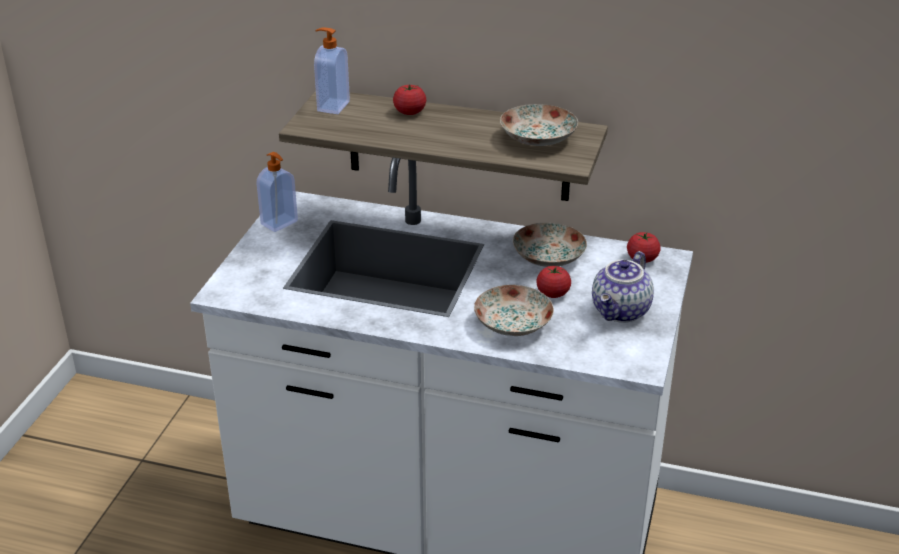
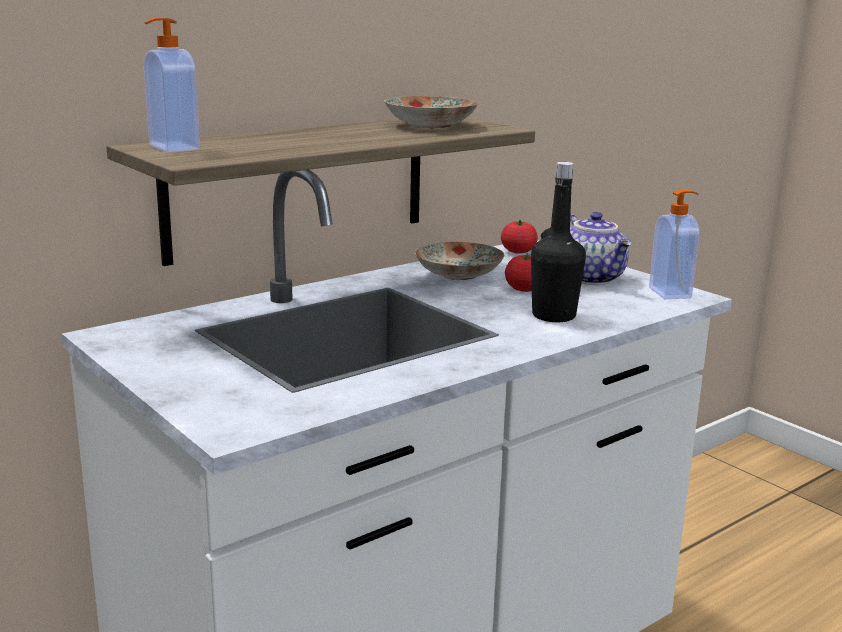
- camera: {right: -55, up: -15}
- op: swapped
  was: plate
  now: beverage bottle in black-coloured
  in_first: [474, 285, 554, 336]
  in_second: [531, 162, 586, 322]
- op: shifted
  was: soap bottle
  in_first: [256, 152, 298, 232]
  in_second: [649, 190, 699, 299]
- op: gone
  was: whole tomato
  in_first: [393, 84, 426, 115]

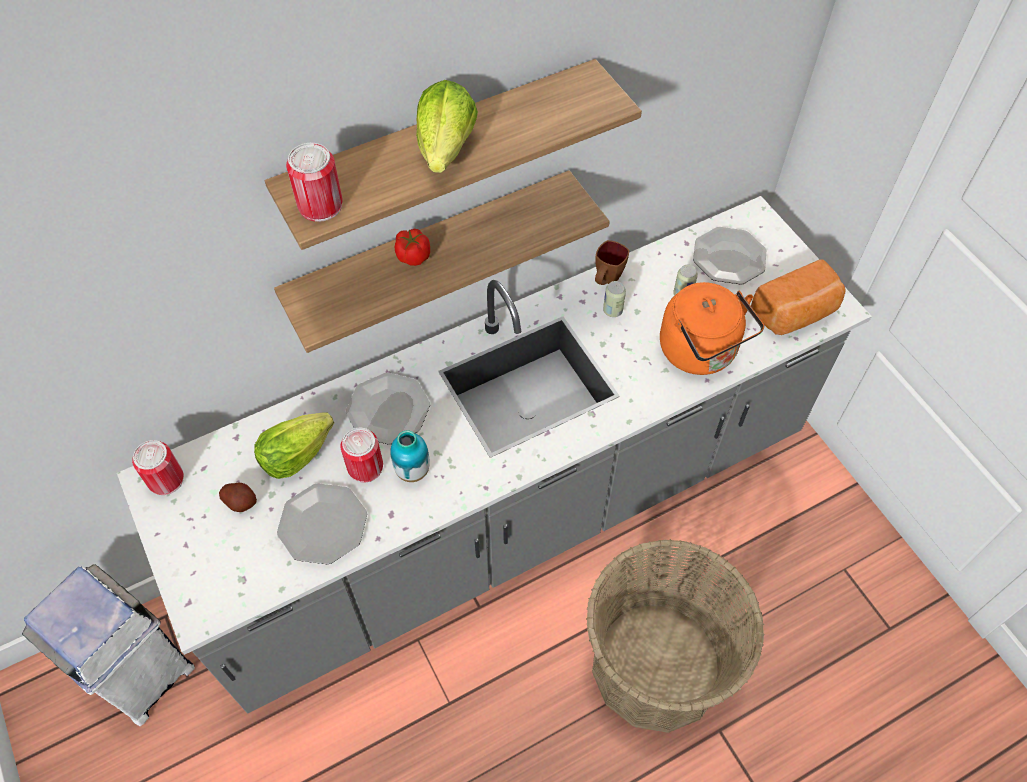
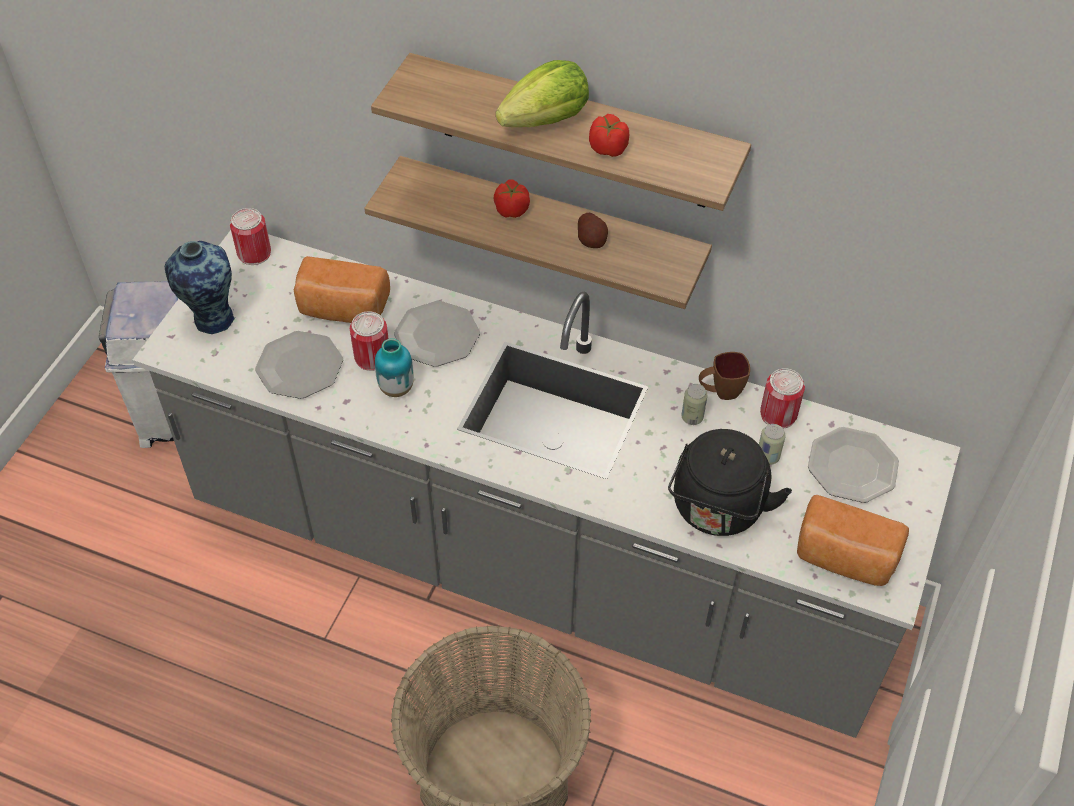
- camera: {right: 50, up: -5}
- op: new
  now: flower vase
  in_second: [165, 241, 235, 334]
- op: swapped
  was: lettuce head
  now: bread
  in_first: [254, 412, 334, 479]
  in_second: [294, 256, 390, 323]
- op: shifted
  was: spud
  in_first: [219, 483, 257, 512]
  in_second: [578, 213, 608, 248]
- op: new
  now: whole tomato
  in_second: [589, 114, 629, 157]
- op: repainted
  was: kettle in orangey
  now: kettle in black-coloured
  in_first: [660, 282, 764, 375]
  in_second: [668, 429, 792, 536]
- op: shifted
  was: metal can
  in_first: [286, 143, 343, 222]
  in_second: [760, 368, 805, 429]

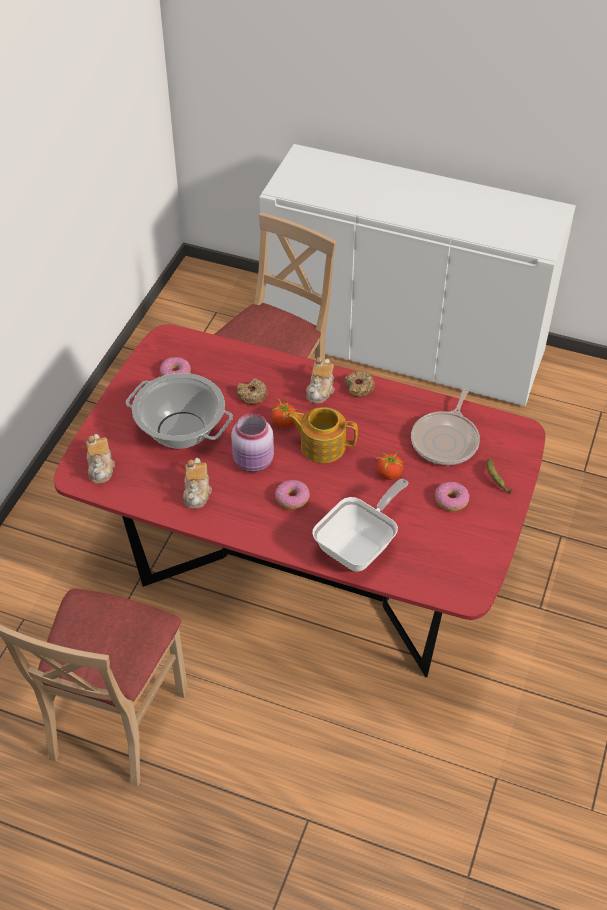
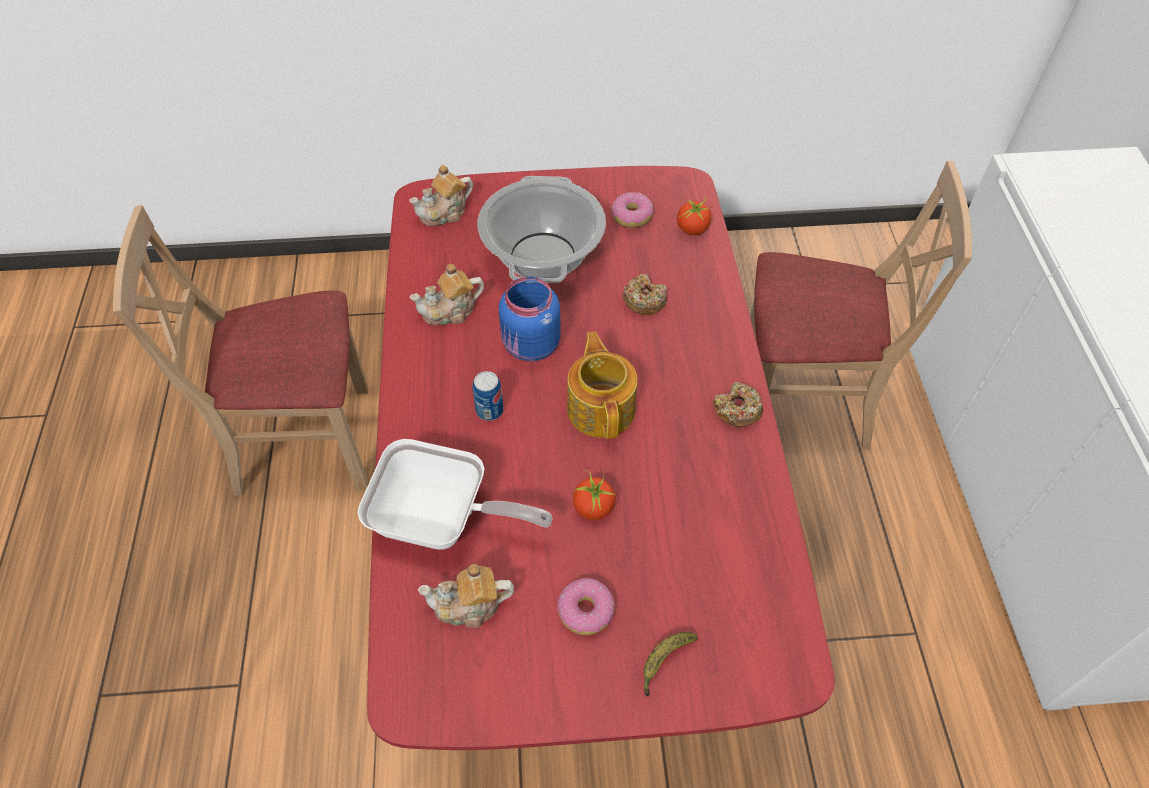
- camera: {right: 65, up: 5}
- op: shifted
  was: tea pot
  in_first: [306, 357, 335, 404]
  in_second: [417, 564, 514, 628]
- op: swapped
  was: ring doughnut
  now: metal can
  in_first: [275, 480, 310, 509]
  in_second: [473, 371, 503, 421]
- op: repainted
  was: preserve jar in pink
  now: preserve jar in blue
  in_first: [231, 414, 274, 473]
  in_second: [499, 276, 561, 362]
- op: shifted
  was: whole tomato
  in_first: [271, 399, 296, 428]
  in_second: [677, 195, 715, 236]
- op: gone
  was: pan
  in_first: [411, 388, 480, 465]

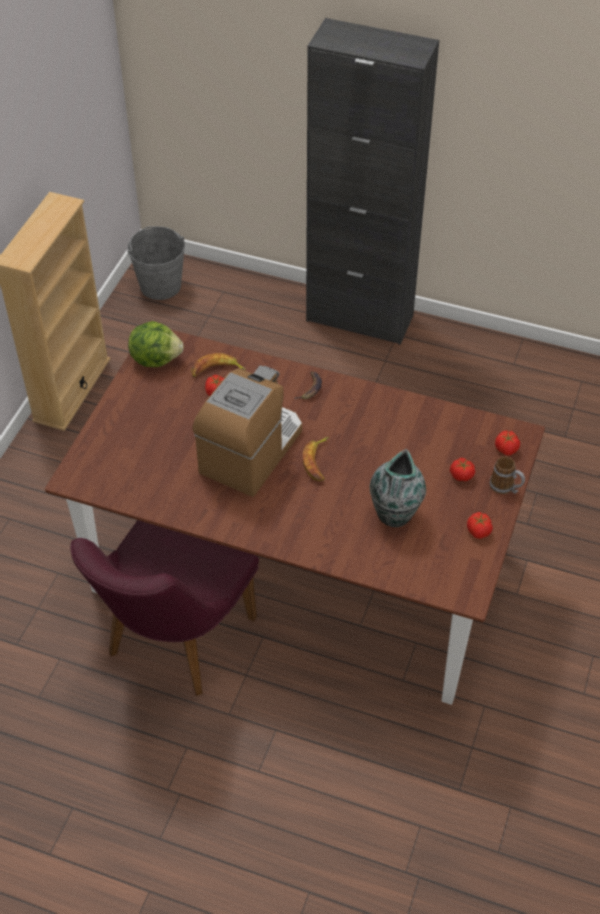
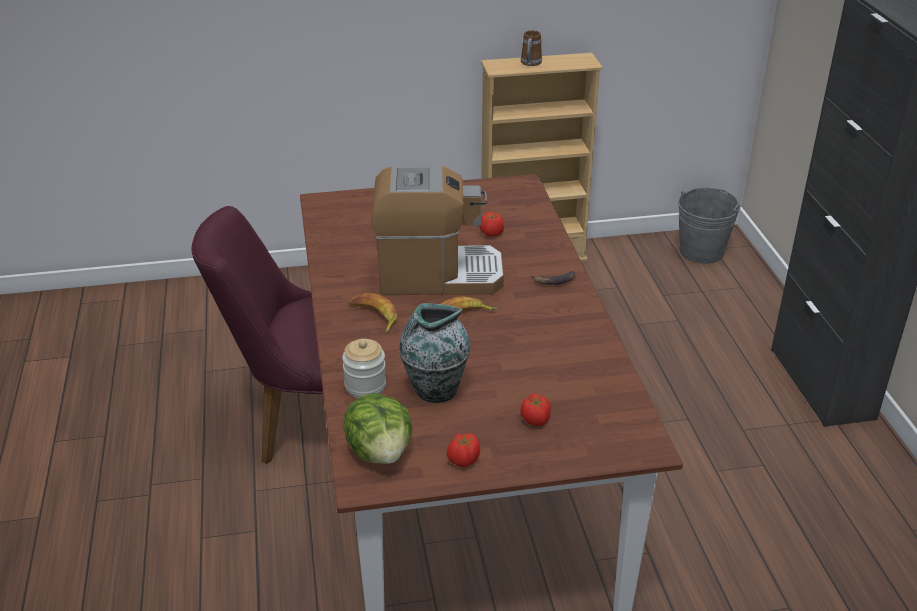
- camera: {right: 60, up: -15}
- op: new
  now: preserve jar
  in_second: [342, 339, 386, 398]
- op: shifted
  was: lettuce head
  in_first: [128, 321, 184, 367]
  in_second: [343, 393, 412, 464]
- op: shifted
  was: banana
  in_first: [191, 353, 246, 377]
  in_second: [349, 293, 397, 333]
- op: shifted
  was: mug
  in_first: [489, 456, 525, 494]
  in_second: [521, 30, 542, 66]
- op: gone
  was: whole tomato
  in_first: [495, 431, 520, 456]

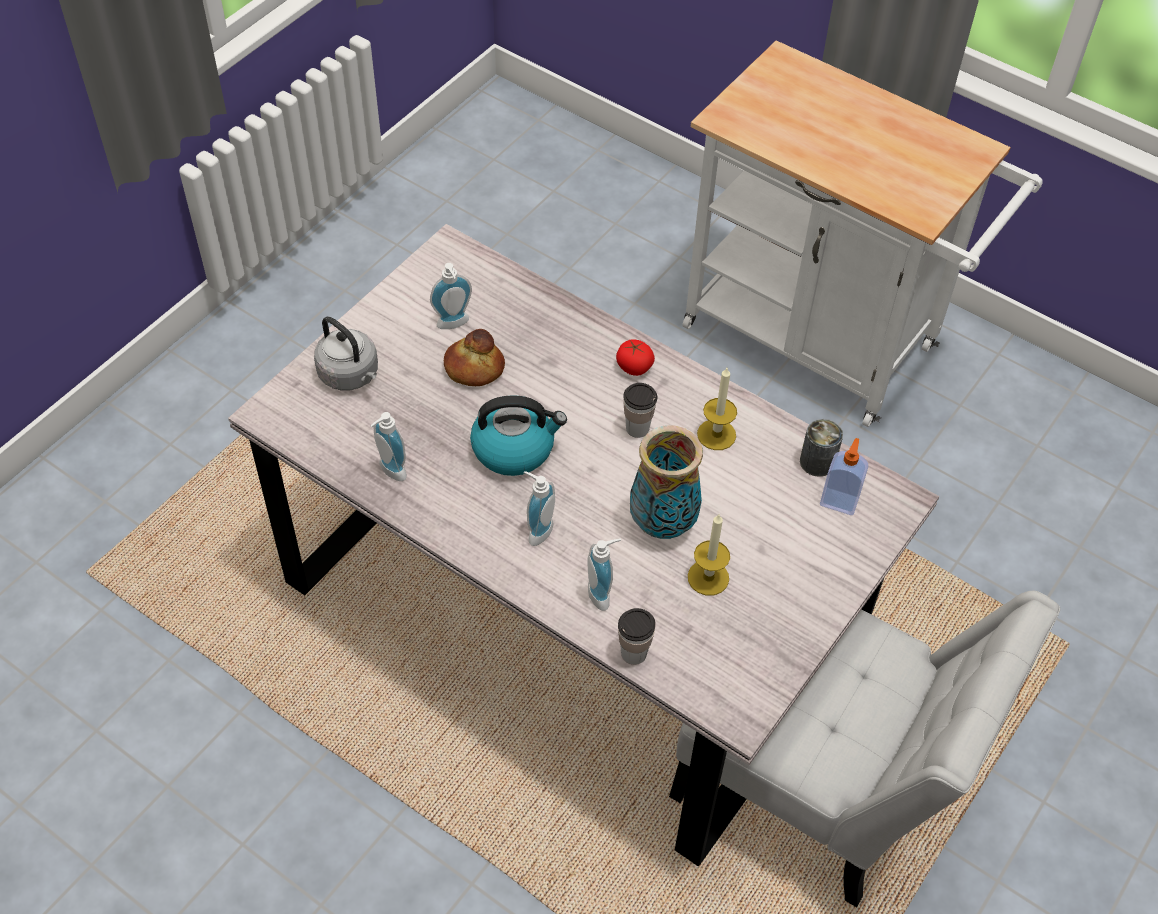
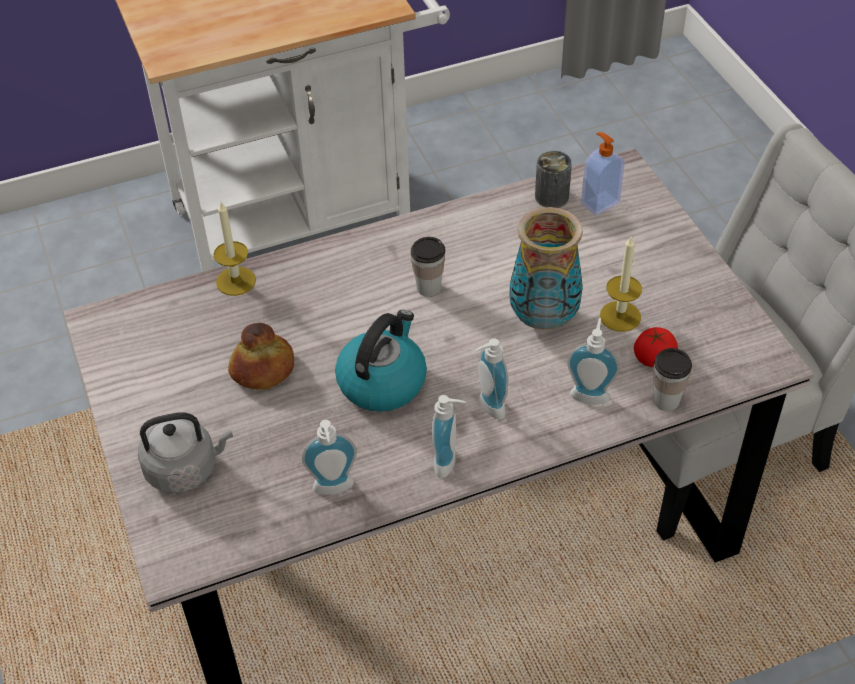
- camera: {right: -55, up: -5}
- op: shifted
  was: wax light
  in_first: [697, 368, 737, 450]
  in_second: [213, 202, 256, 296]
- op: shifted
  was: soap bottle
  in_first: [430, 263, 472, 329]
  in_second: [432, 395, 466, 478]
- op: shifted
  was: whole tomato
  in_first: [616, 339, 655, 376]
  in_second: [634, 327, 678, 367]

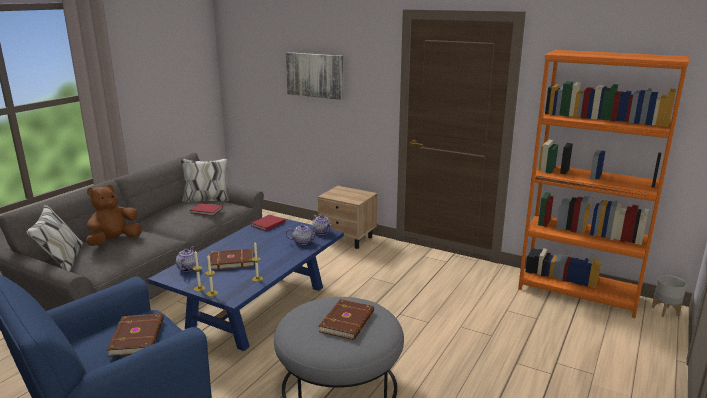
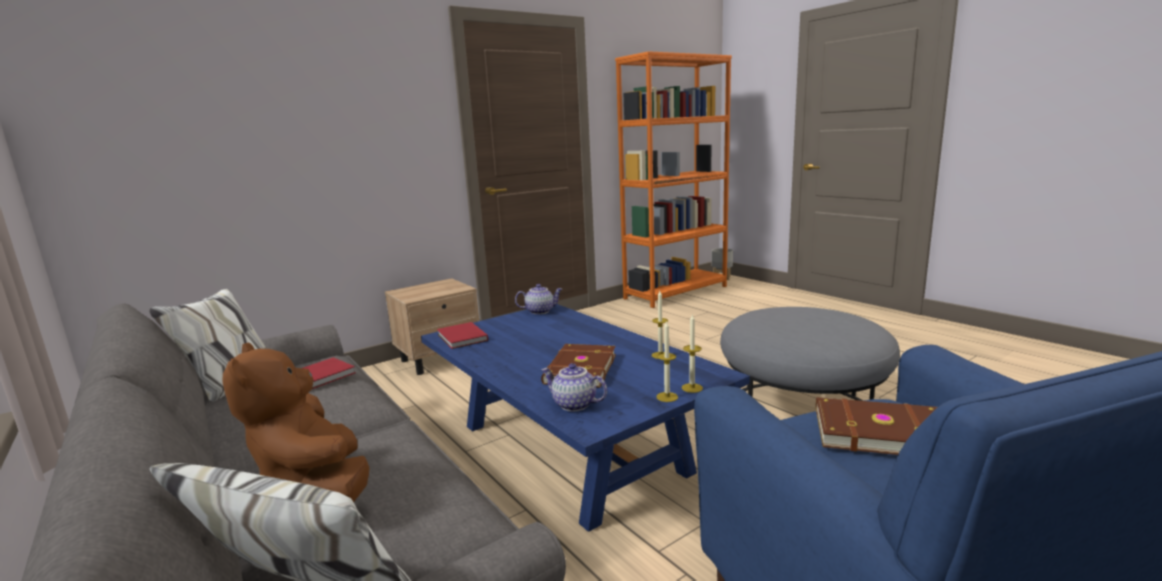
- camera: {right: -65, up: -5}
- op: gone
  was: wall art
  in_first: [286, 52, 343, 100]
- op: gone
  was: tea pot
  in_first: [286, 224, 318, 245]
- op: gone
  was: book in brownish
  in_first: [319, 299, 374, 340]

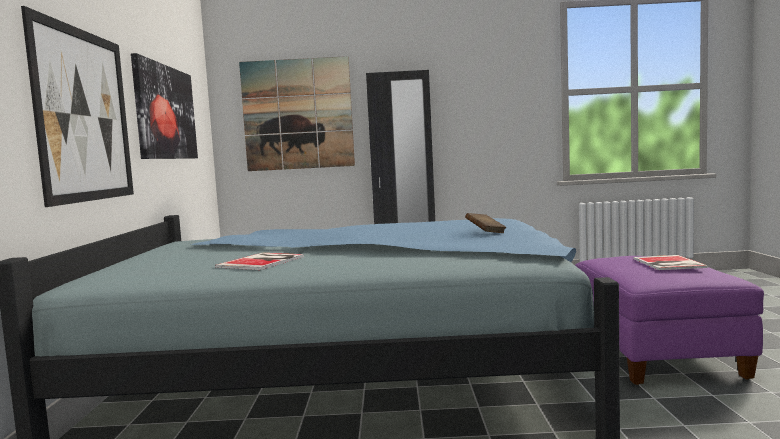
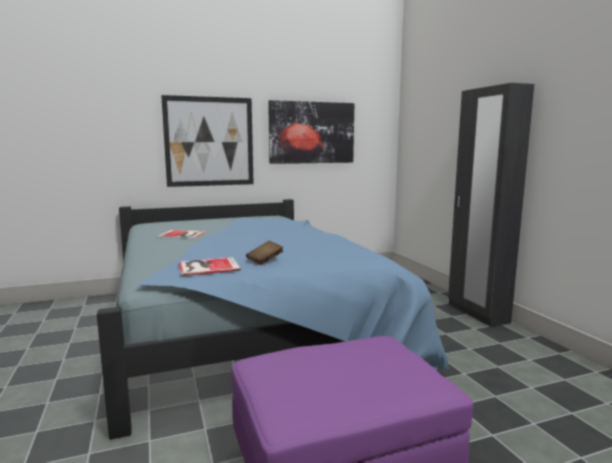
- camera: {right: 70, up: 5}
- op: shifted
  was: book
  in_first: [634, 255, 708, 270]
  in_second: [179, 257, 241, 276]
- op: gone
  was: wall art
  in_first: [239, 56, 355, 171]

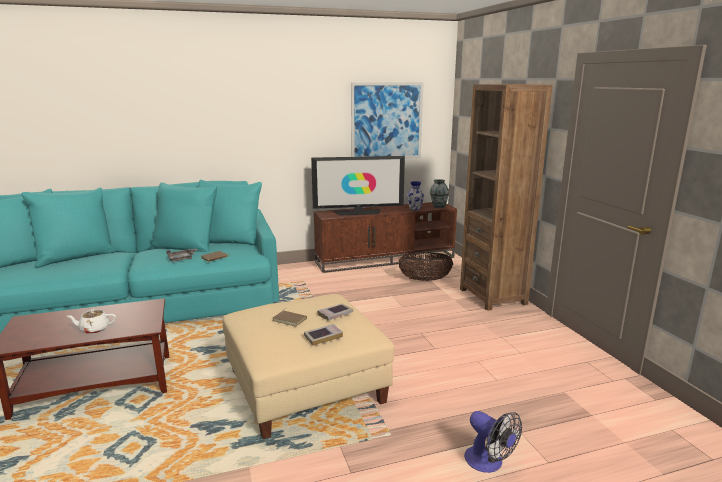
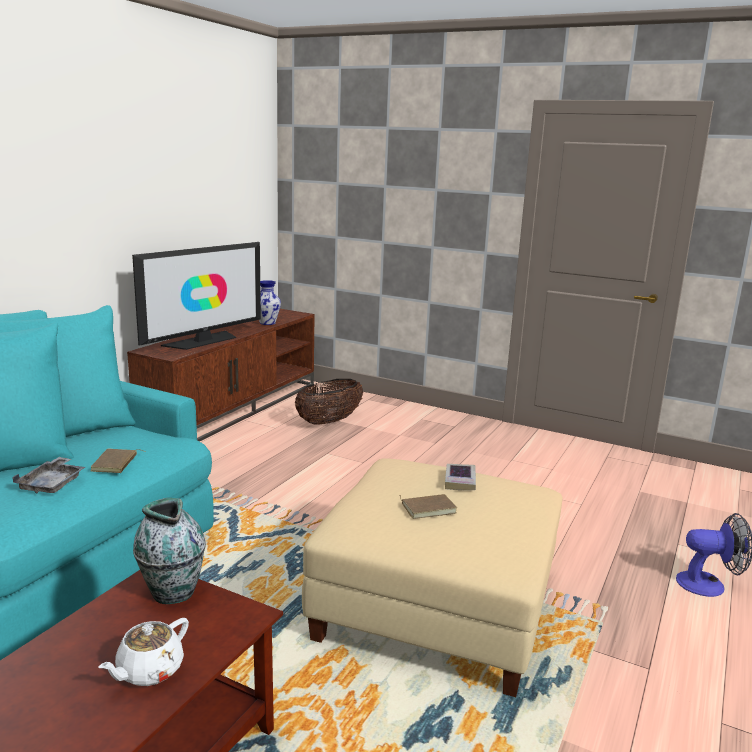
- camera: {right: -45, up: 0}
- op: shifted
  was: flower vase
  in_first: [430, 179, 449, 208]
  in_second: [133, 498, 206, 604]
- op: gone
  was: book
  in_first: [304, 324, 343, 346]
- op: gone
  was: wall art
  in_first: [351, 82, 424, 159]
- op: gone
  was: bookshelf in brownish
  in_first: [460, 84, 552, 311]

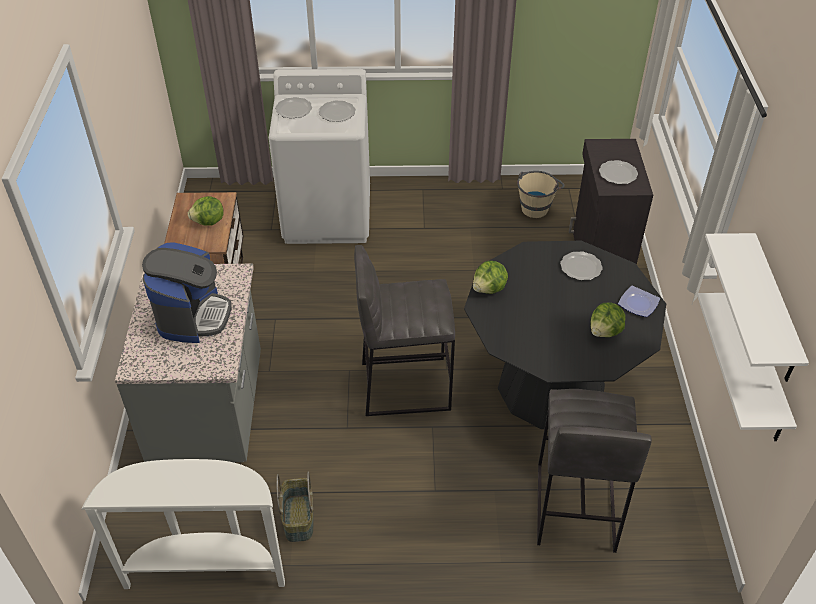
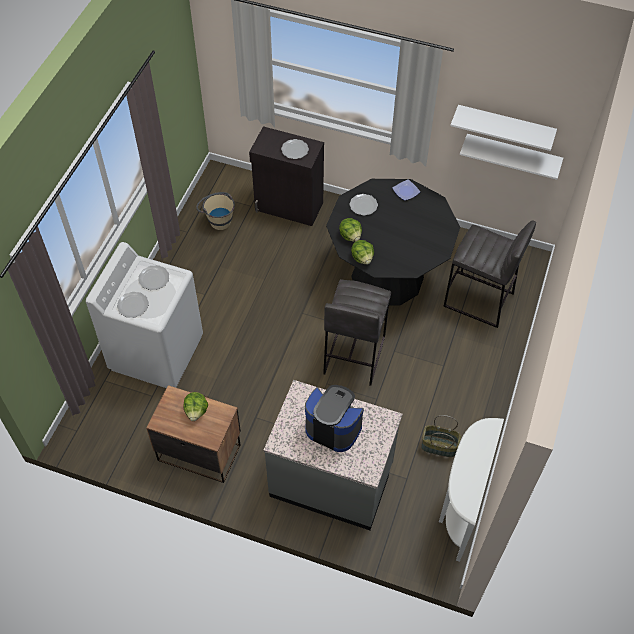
- camera: {right: -70, up: 10}
- op: shifted
  was: lettuce head
  in_first: [590, 303, 626, 337]
  in_second: [339, 218, 362, 242]

